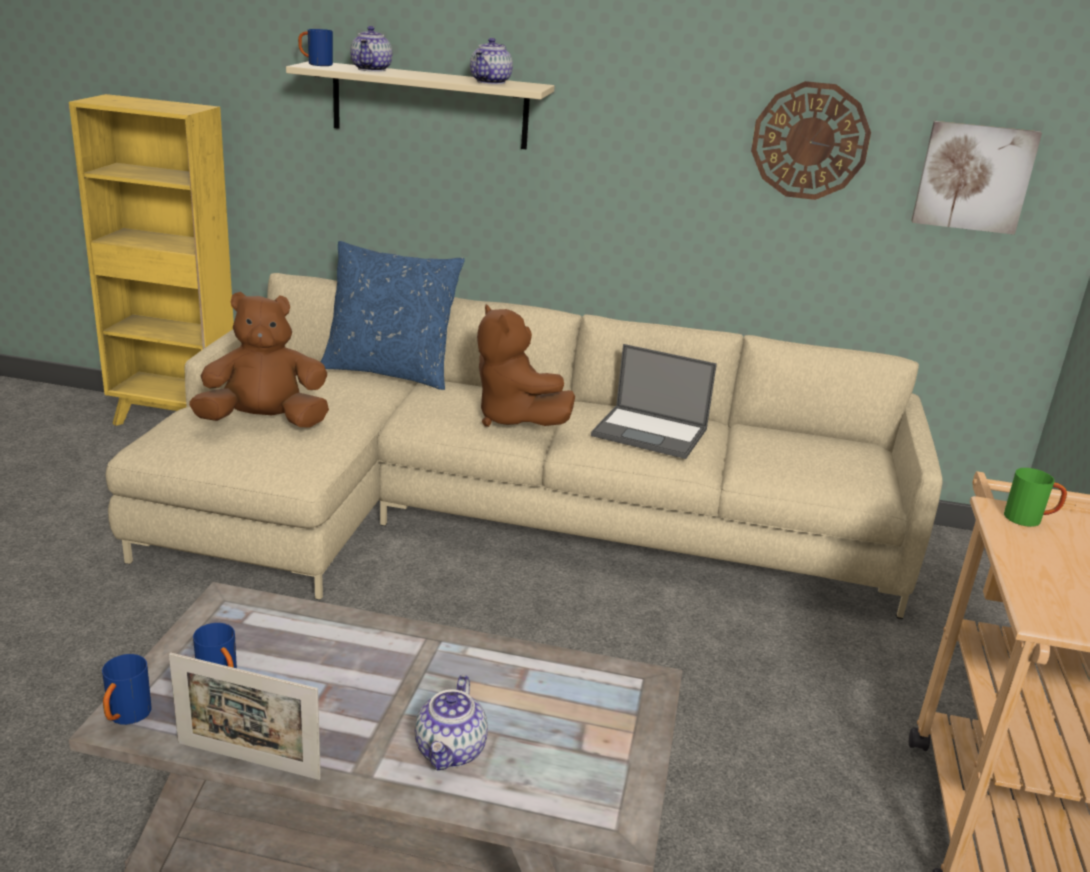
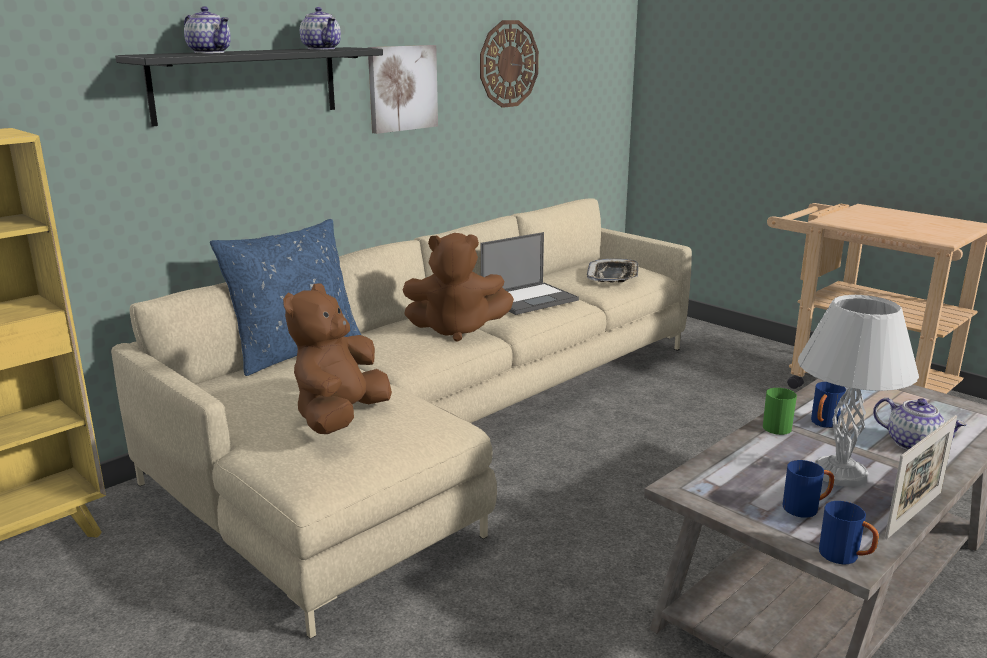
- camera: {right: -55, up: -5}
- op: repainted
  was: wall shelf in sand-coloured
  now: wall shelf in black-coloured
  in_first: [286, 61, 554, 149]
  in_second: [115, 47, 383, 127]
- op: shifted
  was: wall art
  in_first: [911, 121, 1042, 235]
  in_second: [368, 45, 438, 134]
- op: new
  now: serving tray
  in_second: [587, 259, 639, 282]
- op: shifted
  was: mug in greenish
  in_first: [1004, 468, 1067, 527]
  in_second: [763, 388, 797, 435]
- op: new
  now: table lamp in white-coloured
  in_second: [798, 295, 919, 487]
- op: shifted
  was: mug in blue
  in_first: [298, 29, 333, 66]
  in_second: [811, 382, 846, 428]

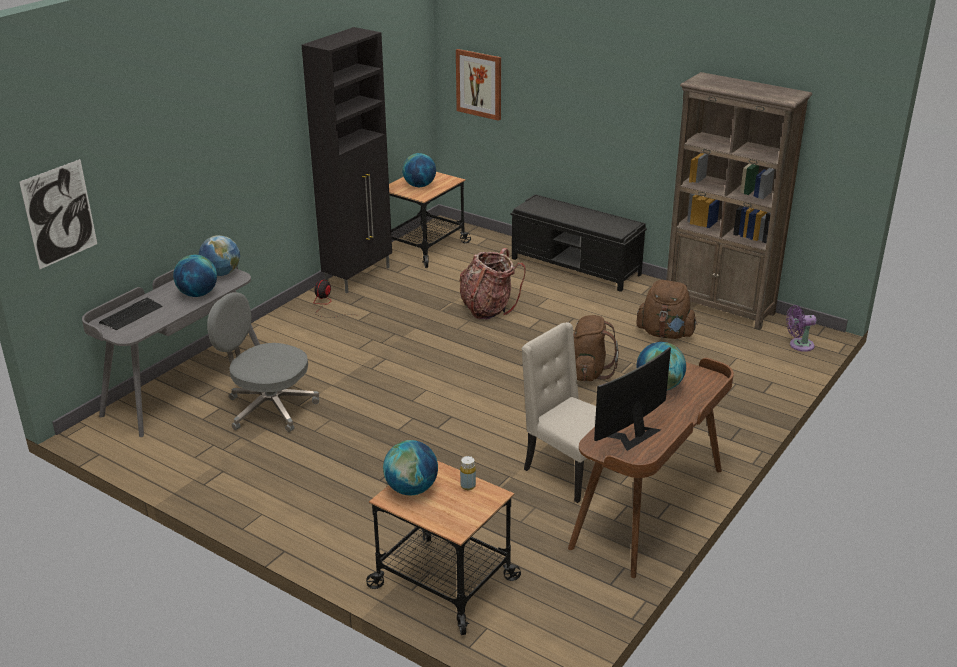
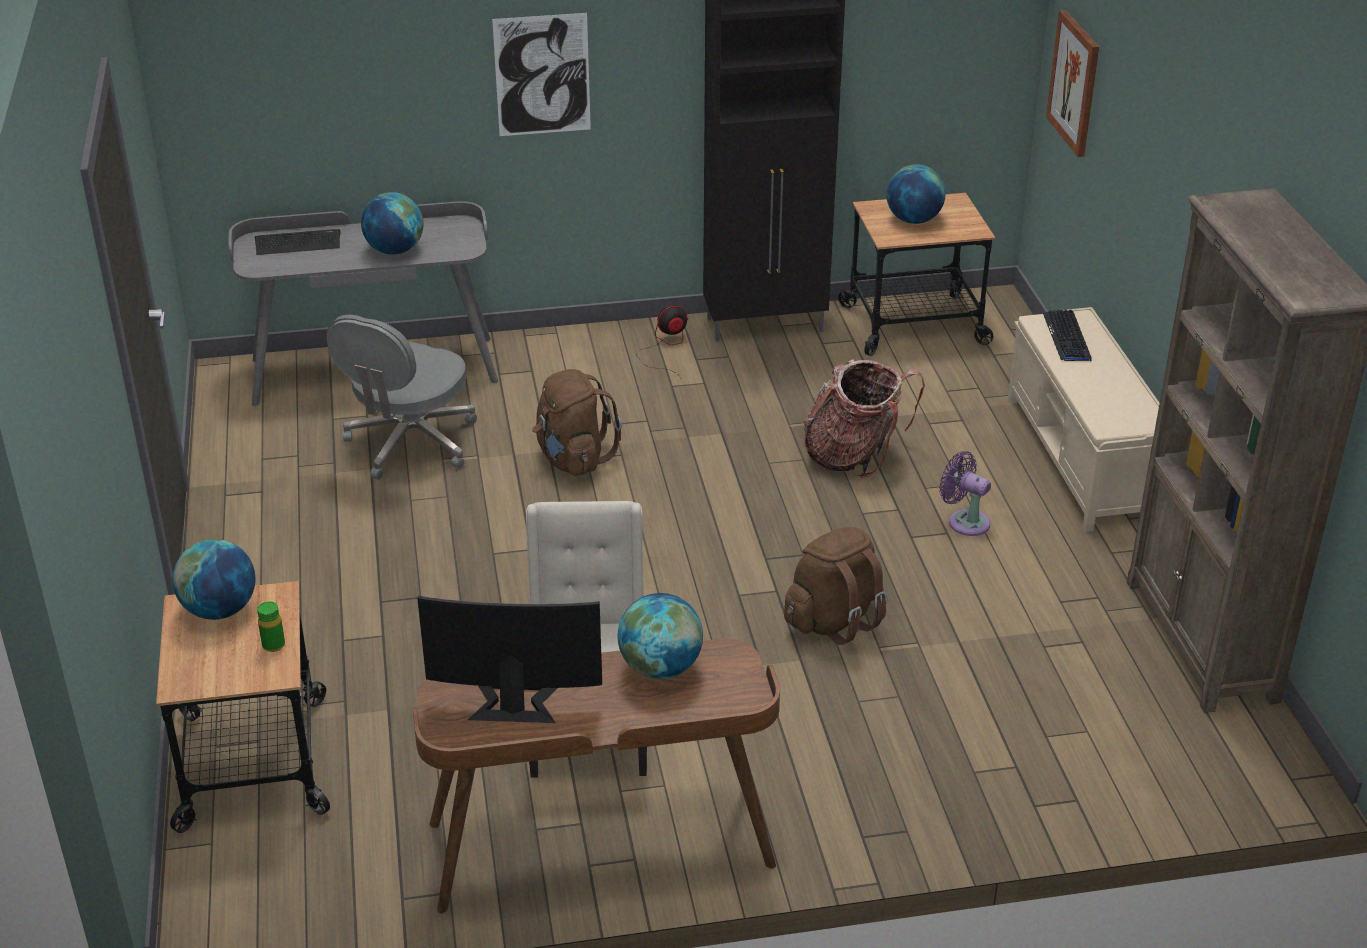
- camera: {right: 45, up: 5}
- op: repainted
  was: beverage bottle in yellow-coloured
  now: beverage bottle in greenish
  in_first: [460, 456, 476, 490]
  in_second: [257, 601, 285, 652]
- op: rotated
  was: office chair in grey
  in_first: [207, 292, 319, 432]
  in_second: [327, 315, 477, 480]
  clockwise: -135
- op: shifted
  was: wall art
  in_first: [19, 159, 97, 269]
  in_second: [492, 13, 591, 136]
- op: shifted
  was: backpack in brownish
  in_first: [636, 280, 697, 339]
  in_second: [532, 369, 622, 476]
- op: shifted
  was: electric fan in purplish
  in_first: [786, 305, 817, 352]
  in_second: [939, 451, 991, 536]
- op: repainted
  was: bench in black-coloured
  now: bench in sand-coloured
  in_first: [511, 194, 647, 292]
  in_second: [1008, 307, 1159, 532]
- op: new
  now: keyboard
  in_second: [1043, 310, 1092, 361]
- op: gone
  was: world globe
  in_first: [198, 235, 240, 276]

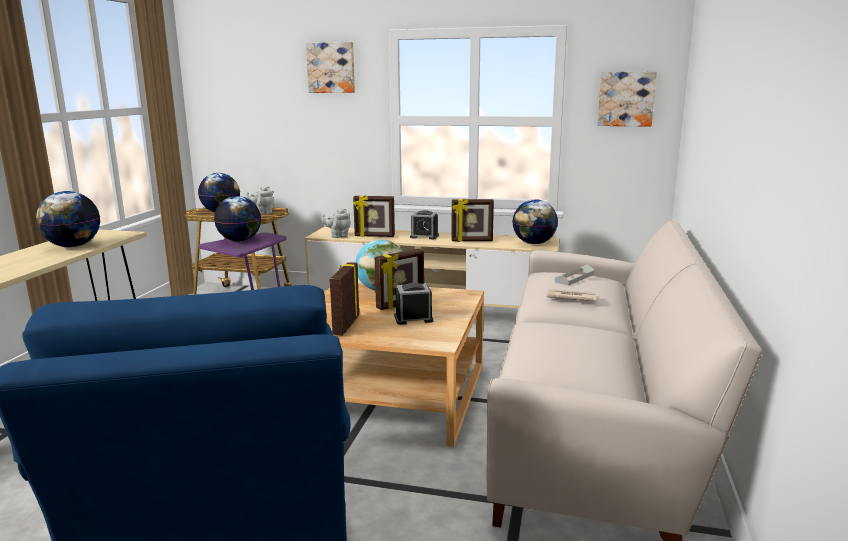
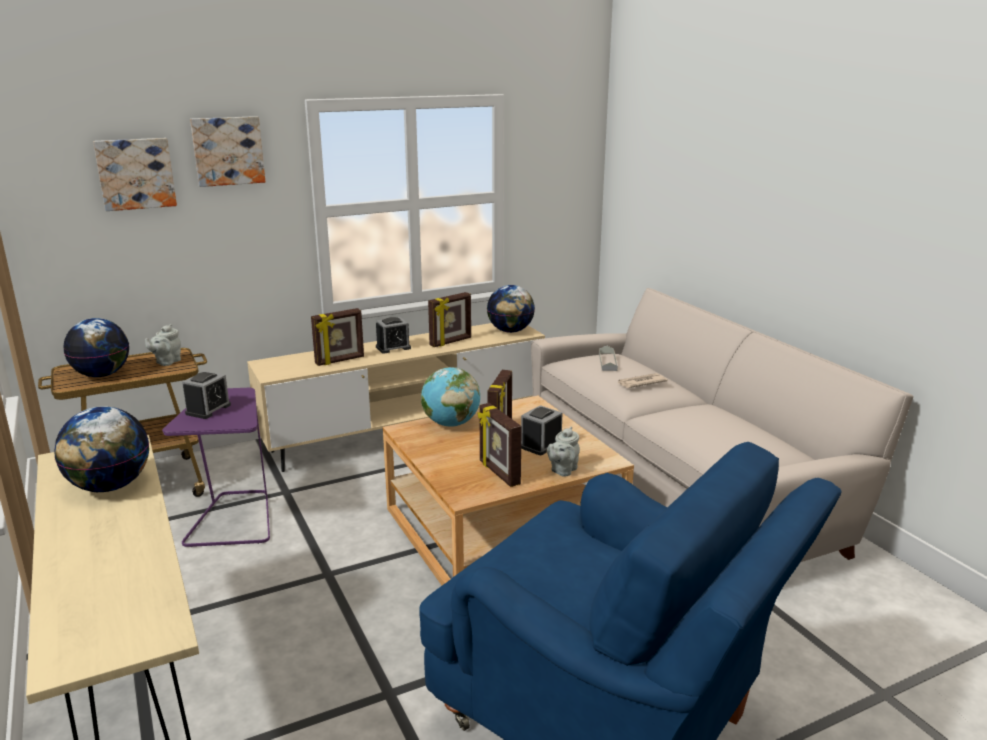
- camera: {right: -40, up: 5}
- op: shifted
  was: wall art
  in_first: [597, 72, 657, 127]
  in_second: [93, 138, 177, 211]
- op: swapped
  was: world globe
  now: table clock
  in_first: [214, 196, 261, 241]
  in_second: [182, 371, 231, 419]
- op: shifted
  was: tea pot in grey
  in_first: [321, 209, 351, 238]
  in_second: [547, 427, 580, 476]

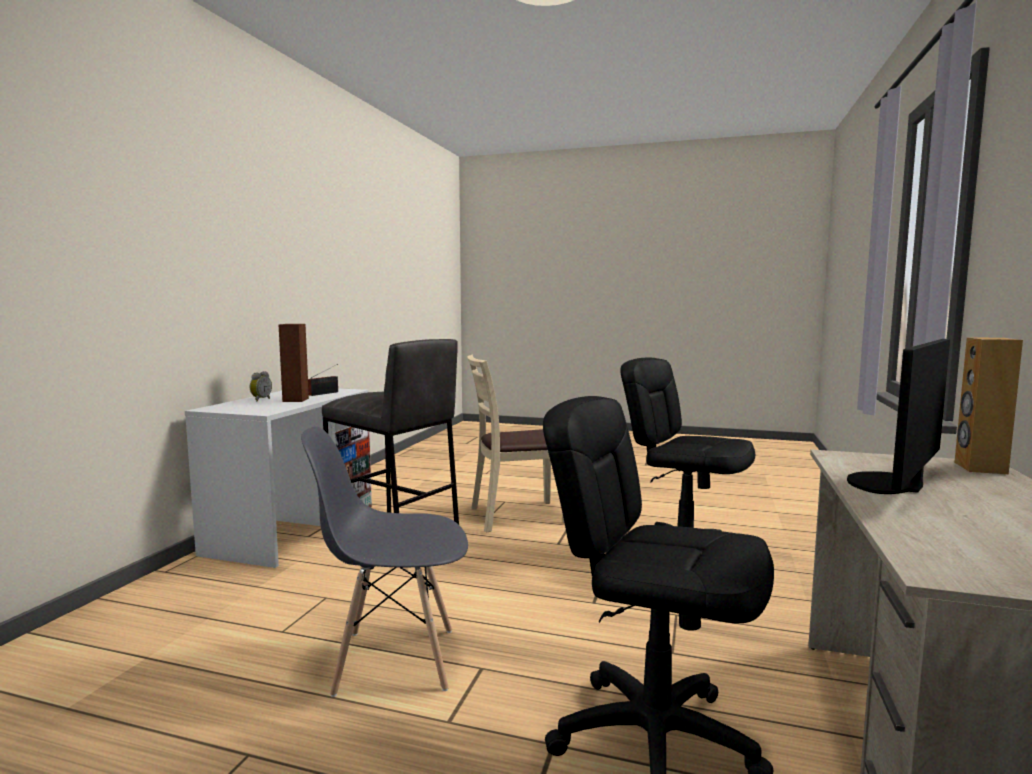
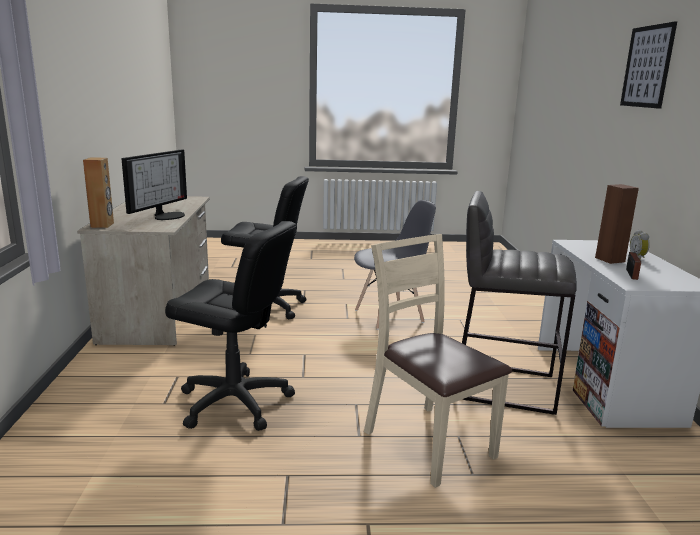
- camera: {right: 160, up: 10}
- op: rotated
  was: upright chair in sand-coloured
  in_first: [467, 355, 565, 532]
  in_second: [364, 234, 512, 488]
  clockwise: -90
- op: new
  now: wall art
  in_second: [620, 21, 677, 109]

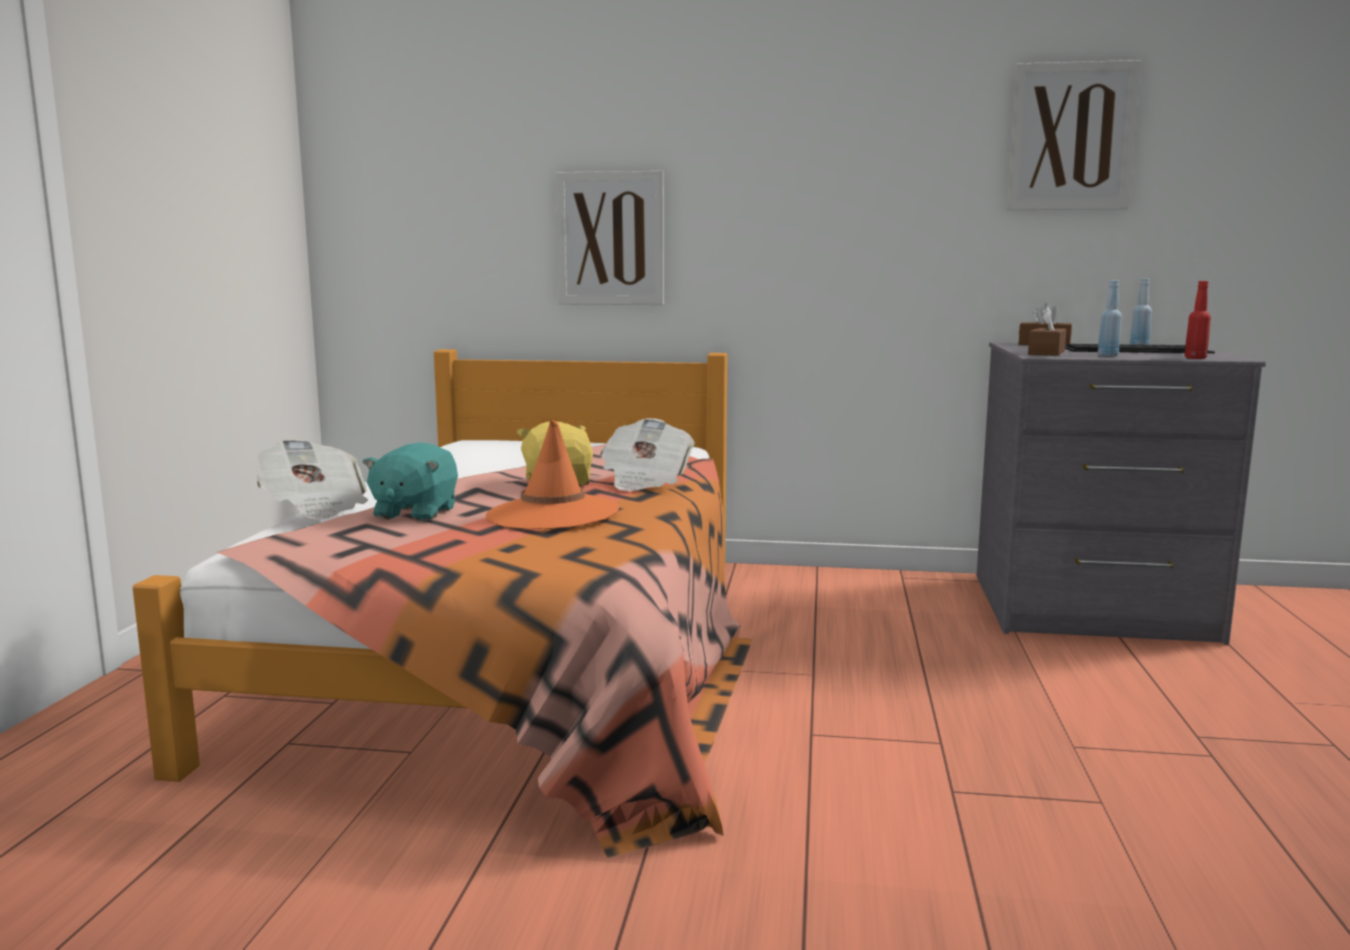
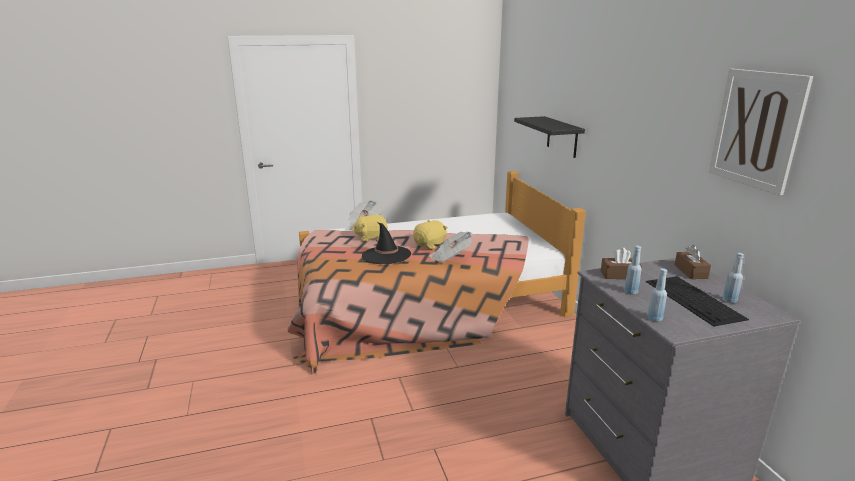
- camera: {right: 65, up: 10}
- op: repainted
  was: cuddly toy in blue-green
  now: cuddly toy in yellow-coloured
  in_first: [363, 442, 458, 522]
  in_second: [352, 215, 388, 242]
- op: repainted
  was: wearable hat in orangey
  now: wearable hat in black-coloured
  in_first: [485, 419, 619, 530]
  in_second: [362, 222, 411, 264]
- op: swapped
  was: wall art
  now: wall shelf in black-coloured
  in_first: [556, 171, 664, 305]
  in_second: [514, 116, 585, 158]
- op: repainted
  was: beverage bottle in red
  now: beverage bottle in blue
  in_first: [1185, 281, 1211, 359]
  in_second: [648, 268, 667, 322]

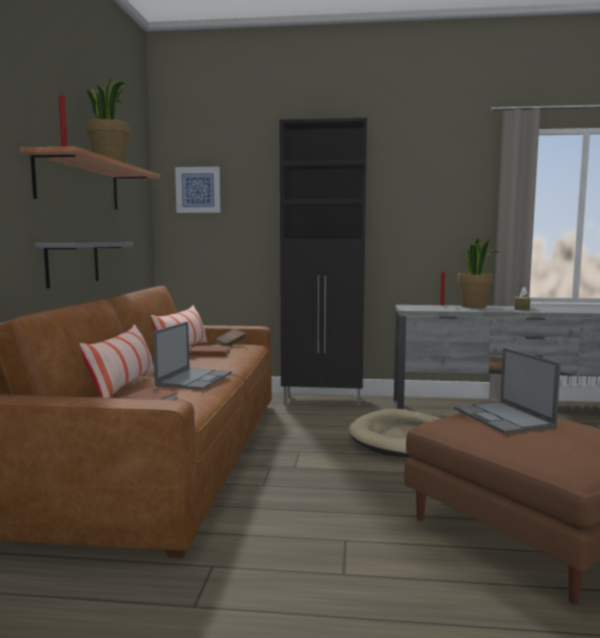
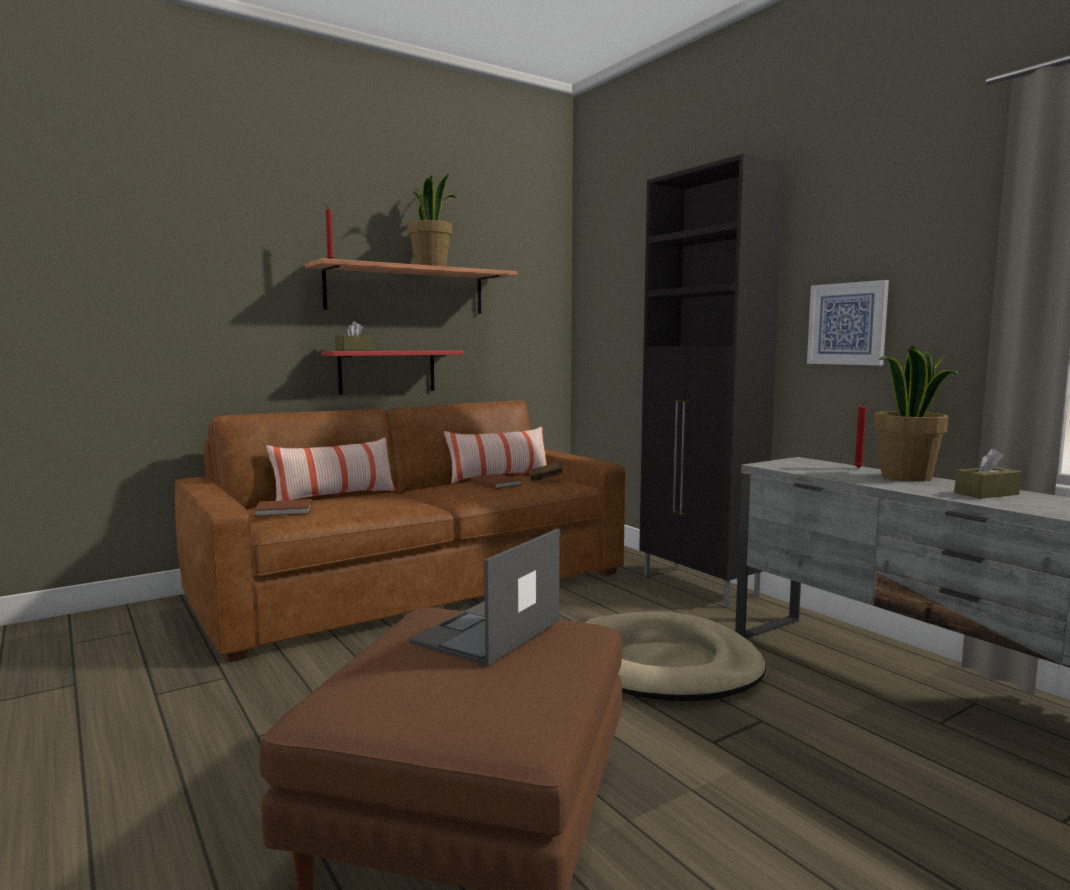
- camera: {right: 50, up: 0}
- op: repainted
  was: wall shelf in grey
  now: wall shelf in red
  in_first: [34, 243, 134, 288]
  in_second: [321, 351, 463, 395]
- op: new
  now: tissue box in brownish
  in_second: [335, 321, 374, 351]
- op: shifted
  was: wall art
  in_first: [175, 167, 221, 213]
  in_second: [807, 280, 889, 365]
- op: gone
  was: portable computer
  in_first: [153, 322, 232, 390]

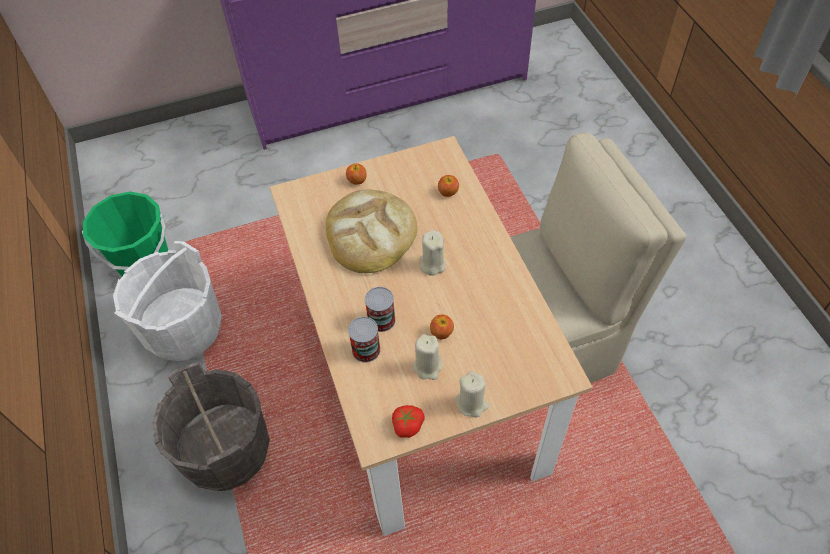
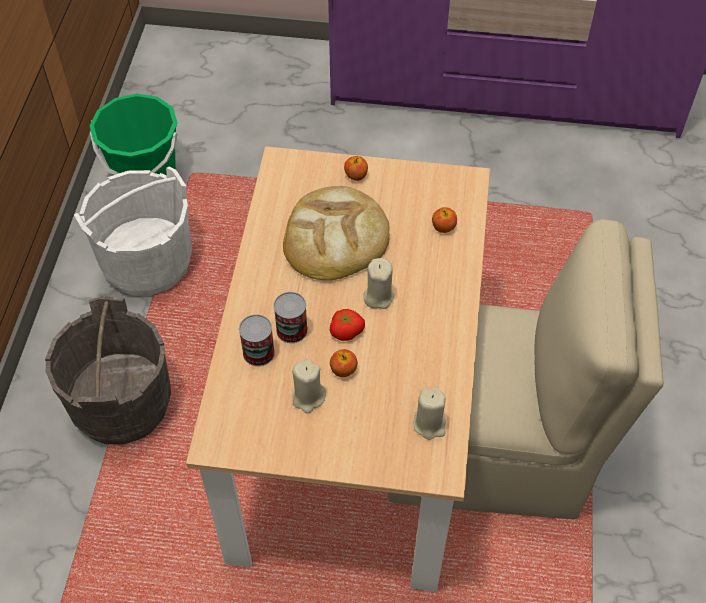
- camera: {right: 25, up: 0}
- op: shifted
  was: whole tomato
  in_first: [392, 405, 425, 438]
  in_second: [330, 309, 365, 341]
- op: shifted
  was: wax light in sand-coloured
  in_first: [456, 371, 489, 417]
  in_second: [413, 387, 446, 440]

